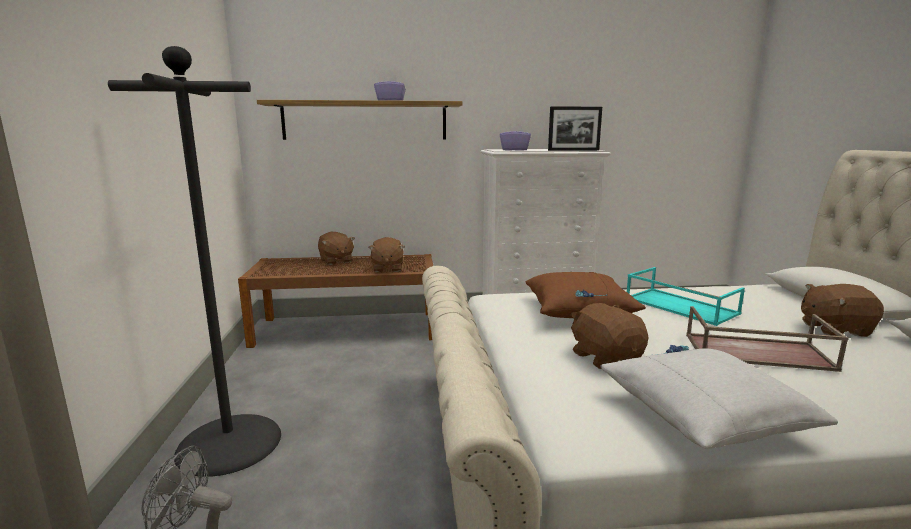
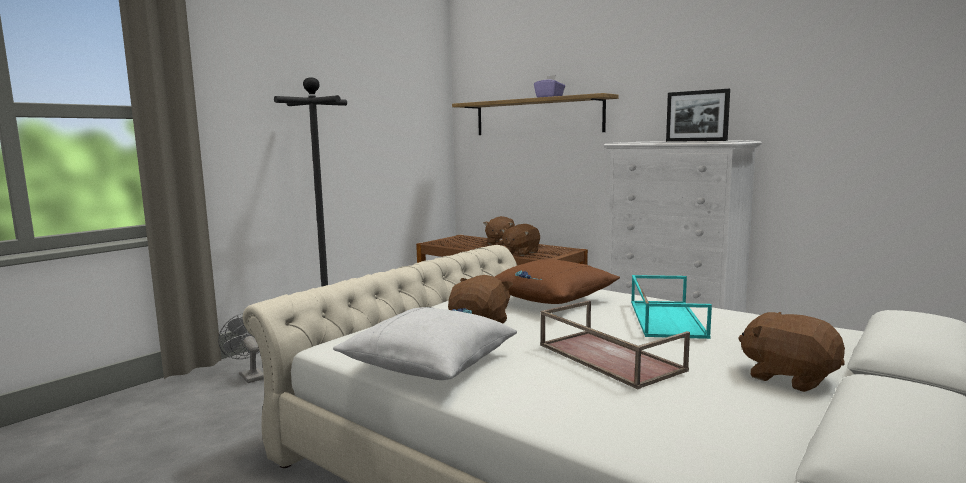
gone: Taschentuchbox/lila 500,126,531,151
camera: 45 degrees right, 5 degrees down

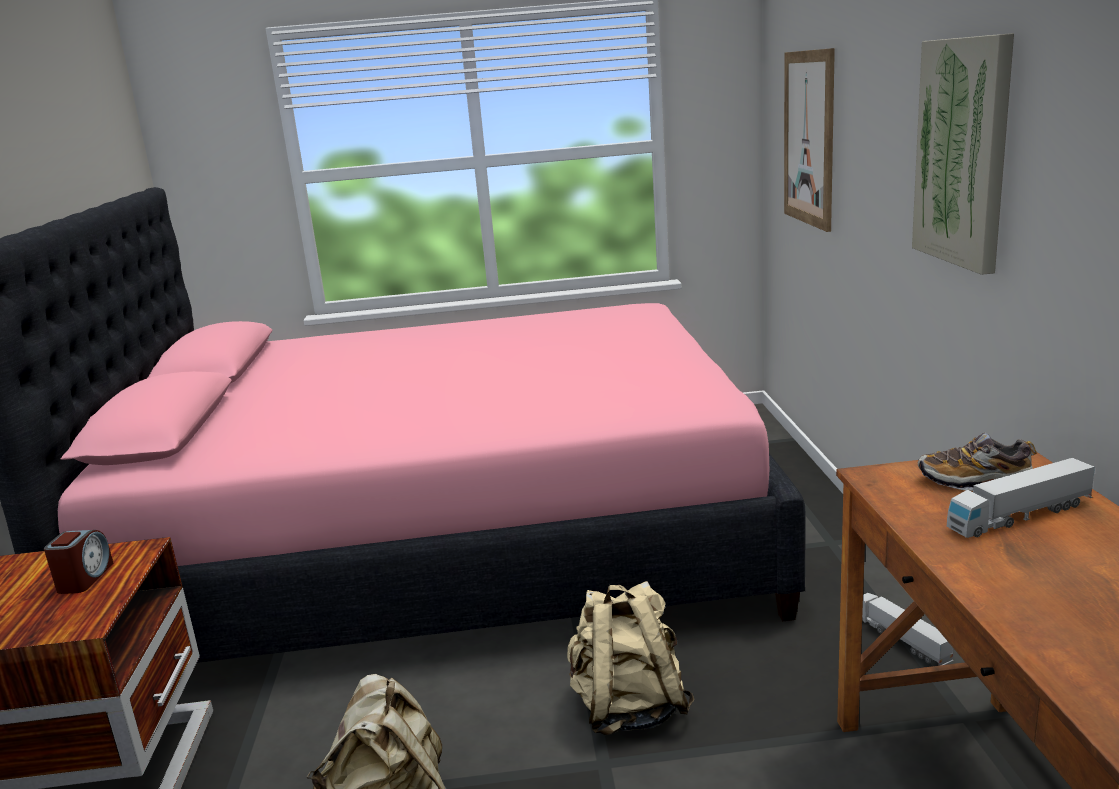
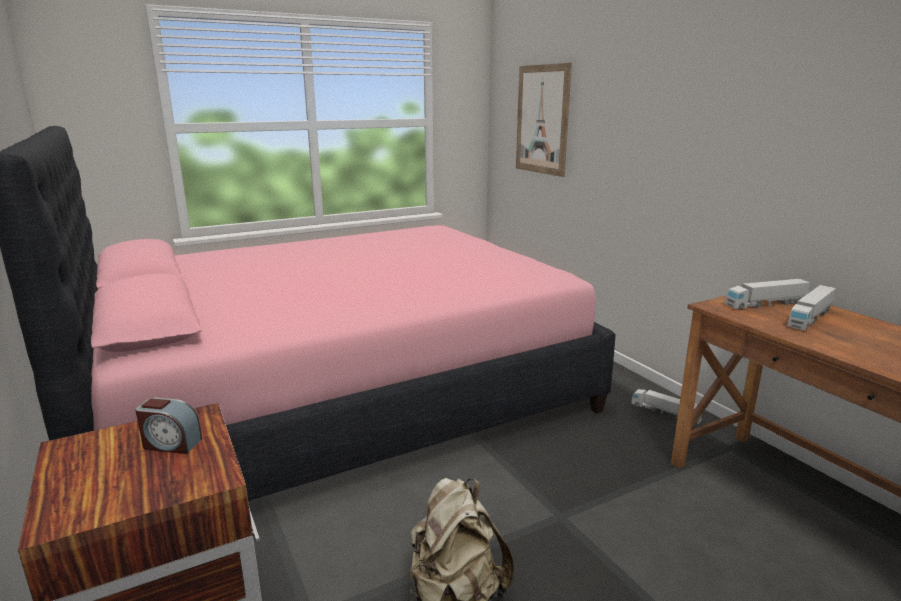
gone: Rucksack/beige 567,581,695,735; Bild 912,33,1014,275
swapped: Schuh 918,433,1037,491 to Spielzeuglaster 725,279,811,310
rotated: Wecker 44,530,114,594 = 135,397,202,454 120 degrees clockwise
camera: 25 degrees left, 0 degrees up

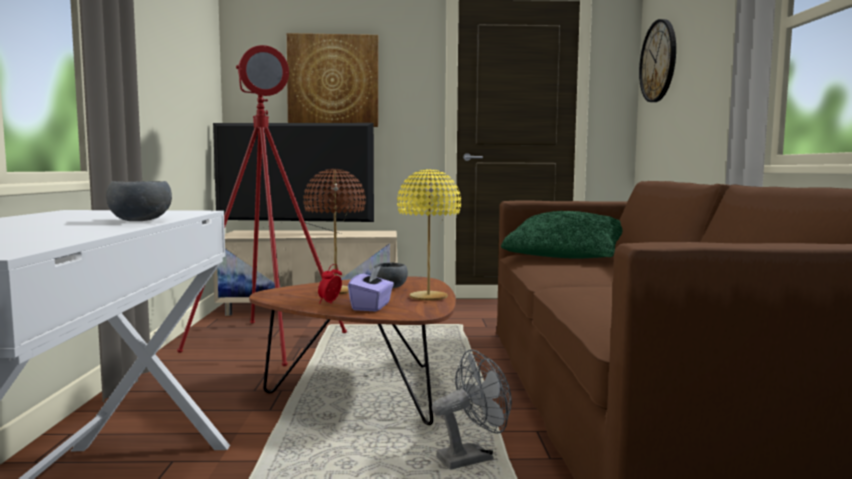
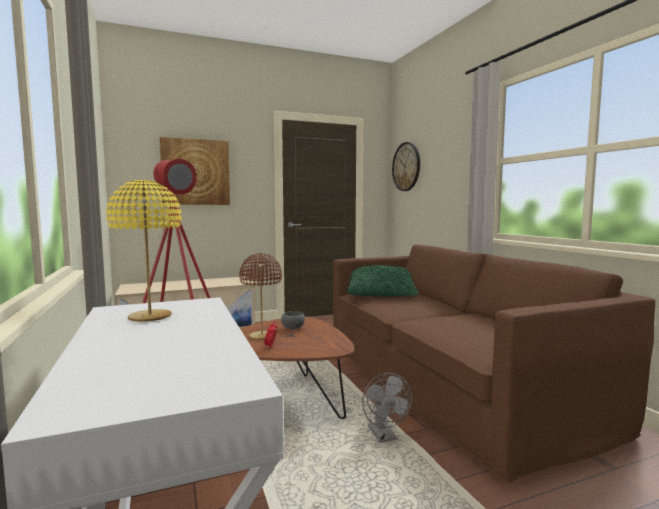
gone: Schüssel/grau 106,181,172,221; Fernseher 213,123,374,234; Taschentuchbox/lila 348,266,394,312
shifted: Tischlampe/gelb 397,169,461,300 to 106,180,182,322
rotated: Ventilator/grau 432,349,512,470 = 362,373,412,443 120 degrees clockwise
camera: 20 degrees left, 0 degrees up

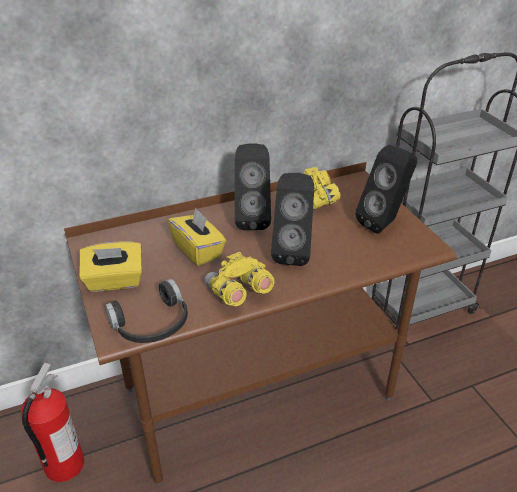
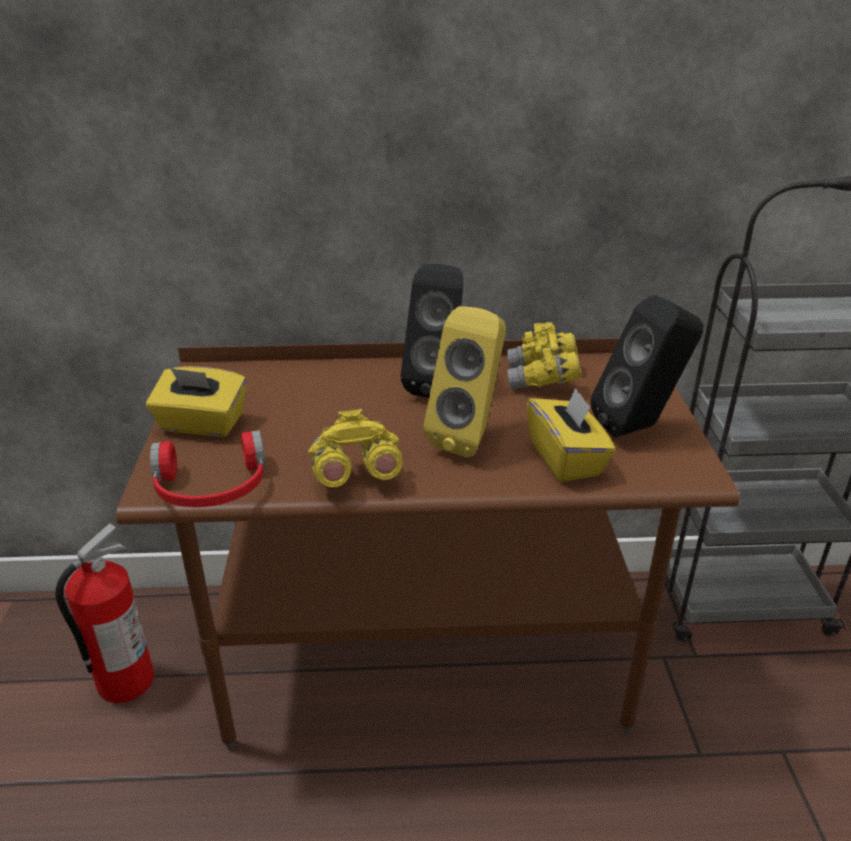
shifted: Taschentuchbox/gelb 168,207,226,266 to 527,387,616,482
repainted: Kopfhörer/schwarz 105,279,188,343 to Kopfhörer/rot 150,430,265,507; Lautsprecher/schwarz 271,173,314,266 to Lautsprecher/gelb 423,306,506,458
camera: 20 degrees right, 5 degrees down

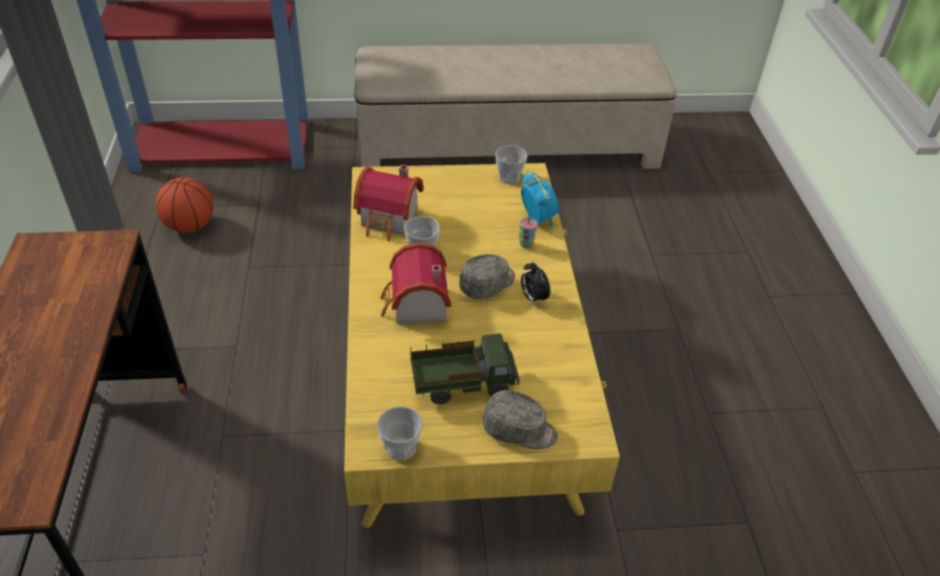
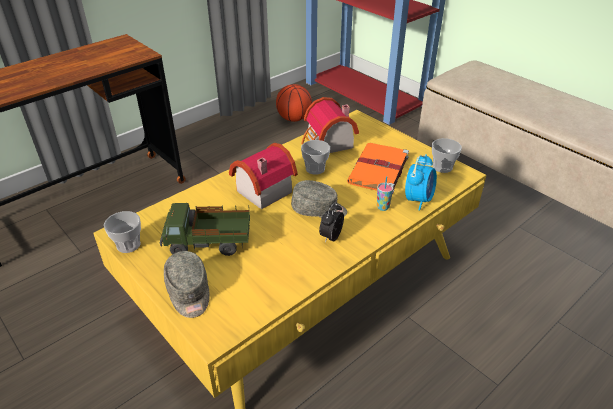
new: Buch/orange 347,143,409,194
rotated: Spielzeuglaster 410,334,520,404 = 160,203,250,256 135 degrees clockwise
camera: 55 degrees right, 5 degrees down

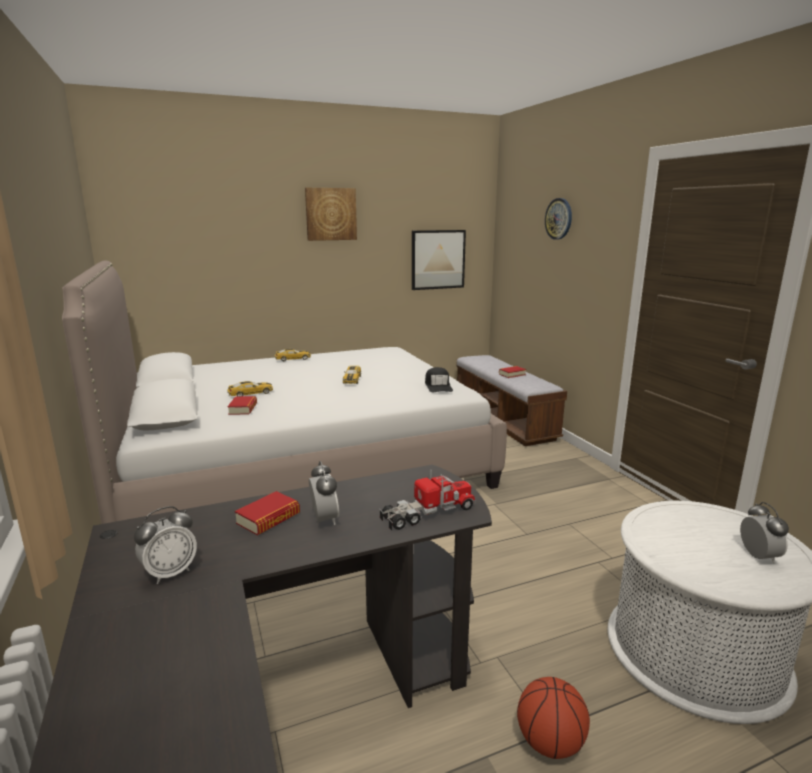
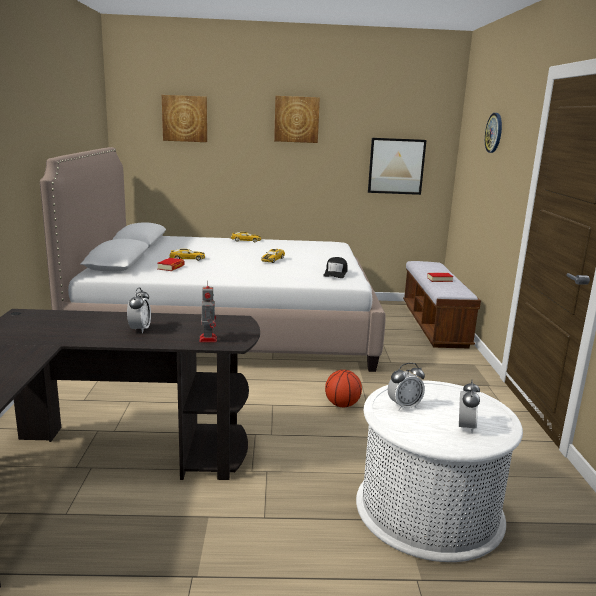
gone: Buch 235,491,300,535
new: Bild 162,95,207,142
shifted: Basketball 517,677,590,759 to 325,370,362,407; Wecker 134,506,197,584 to 388,363,425,411
swapped: Spielzeuglaster 379,469,476,531 to Spielzeugroboter 199,281,217,342
camera: 20 degrees right, 0 degrees up

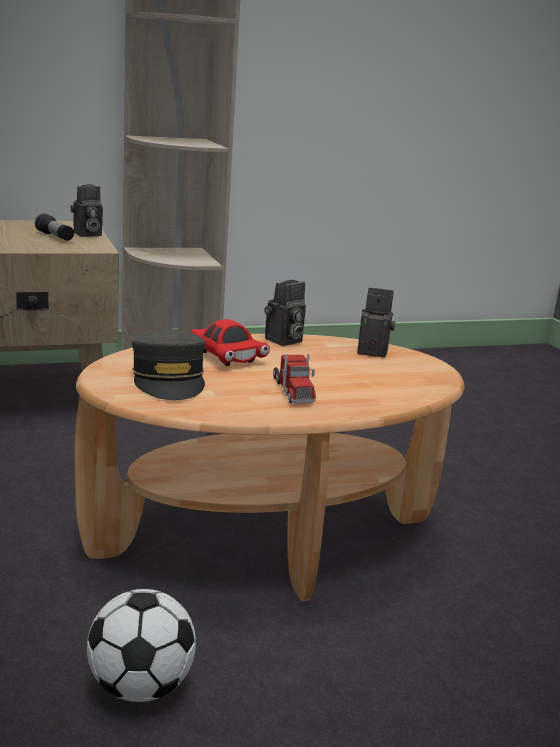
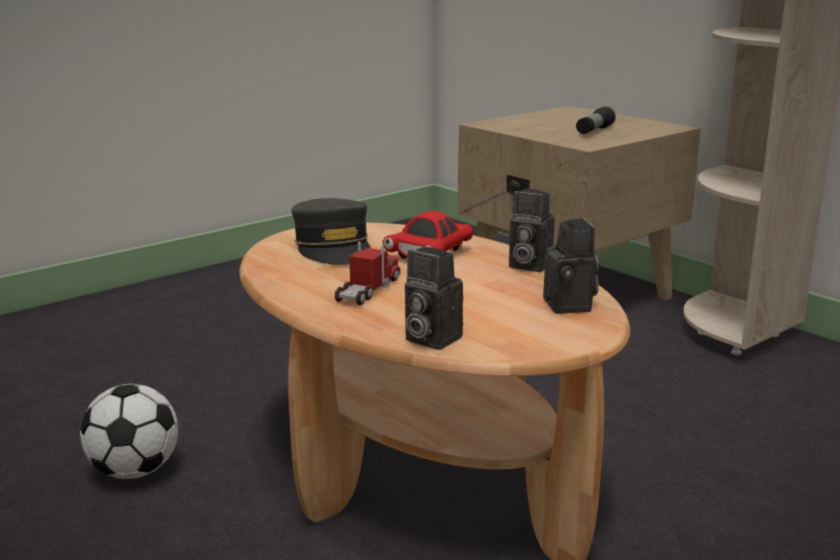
shifted: Kamera 70,184,103,237 to 405,247,463,350
rotated: Kappe/grau 132,329,205,400 = 292,198,371,265 75 degrees counterclockwise; Spielzeuglaster 273,354,316,404 = 335,242,401,306 150 degrees clockwise
camera: 70 degrees right, 0 degrees up

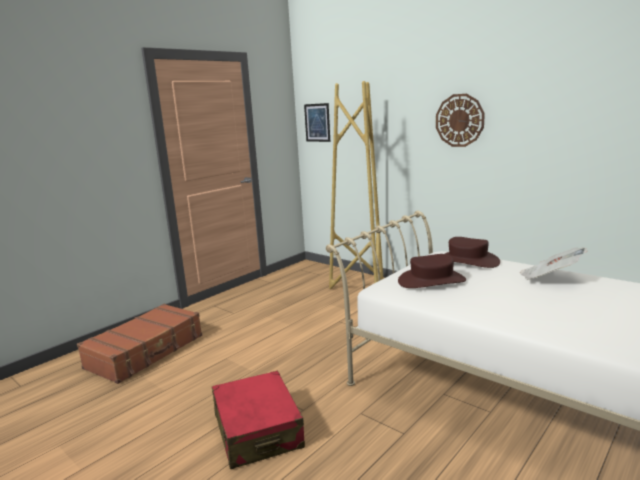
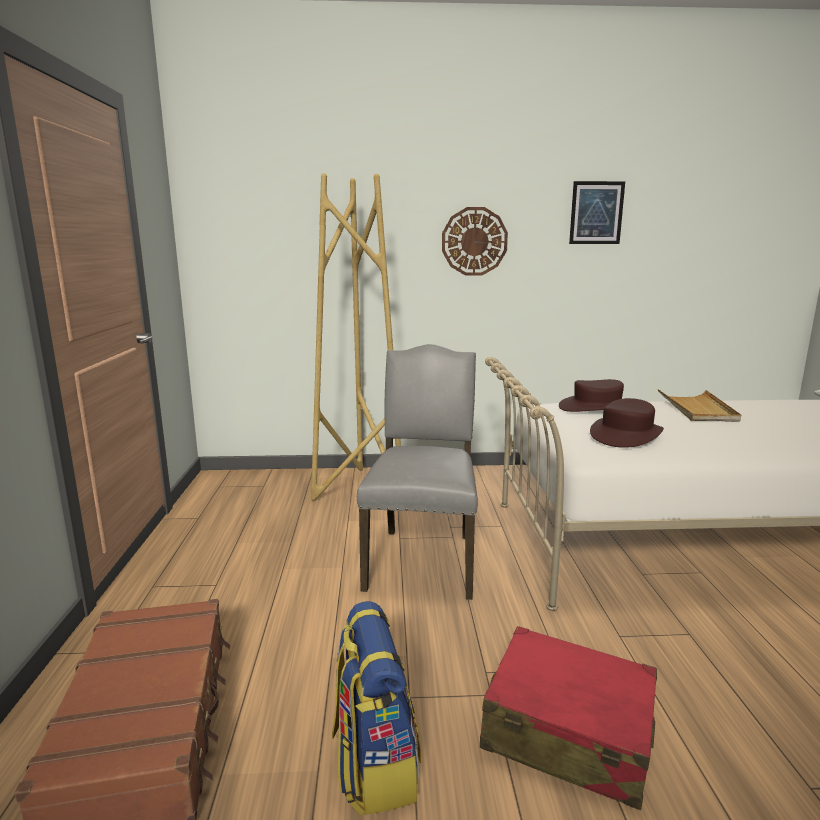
new: Rucksack 332,601,421,816; Stuhl/grau 357,344,478,600
shifted: Bild 304,103,330,142 to 569,181,625,244
swapped: Zeitung 520,247,587,280 to Tablett/beige 658,389,741,422
camera: 45 degrees left, 0 degrees up

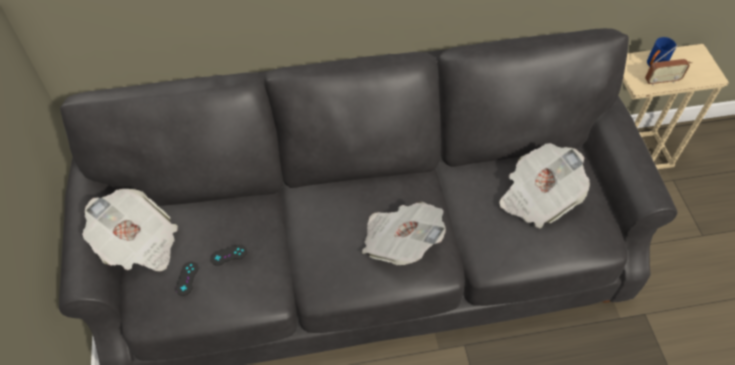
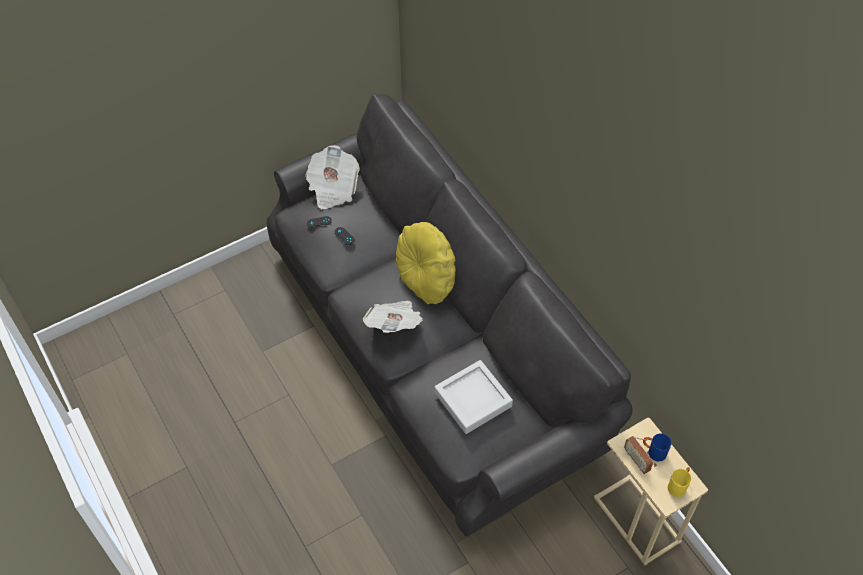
new: Kissen/gelb 396,222,456,304; Henkelbecher/gelb 668,467,691,497
swapped: Zeitung 499,143,590,228 to Tablett/grau 434,360,513,434
camera: 70 degrees right, 0 degrees up

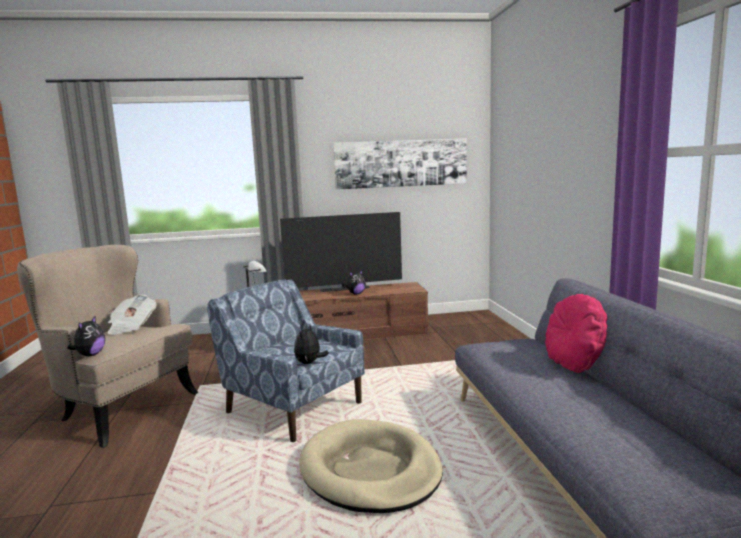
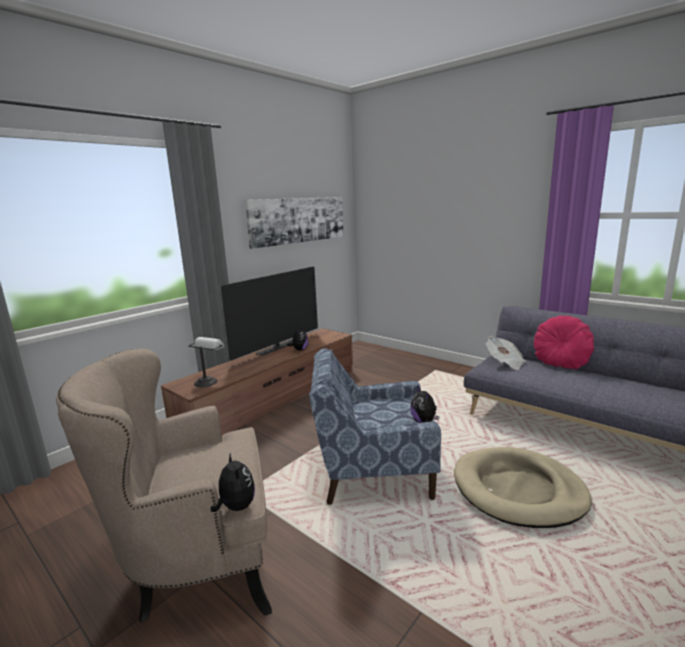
shifted: Zeitung 108,295,157,335 to 486,336,526,370
camera: 40 degrees left, 5 degrees up

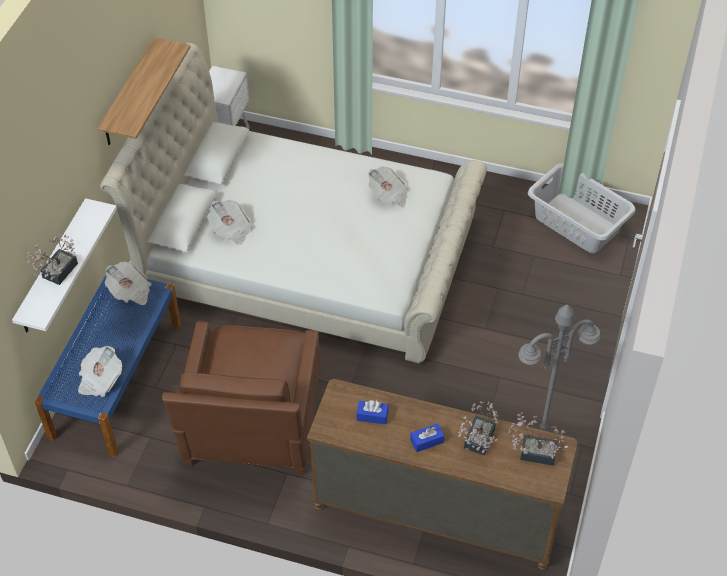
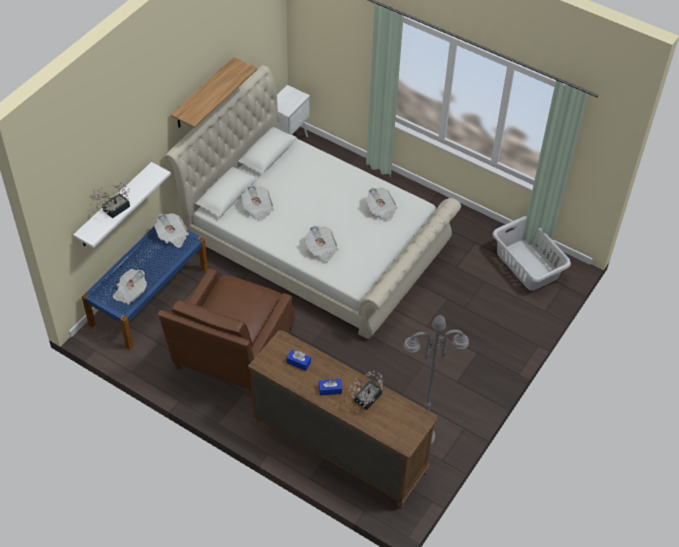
gone: Topfpflanze 509,412,568,466
new: Zeitung 305,225,338,262
camera: 15 degrees right, 0 degrees up

